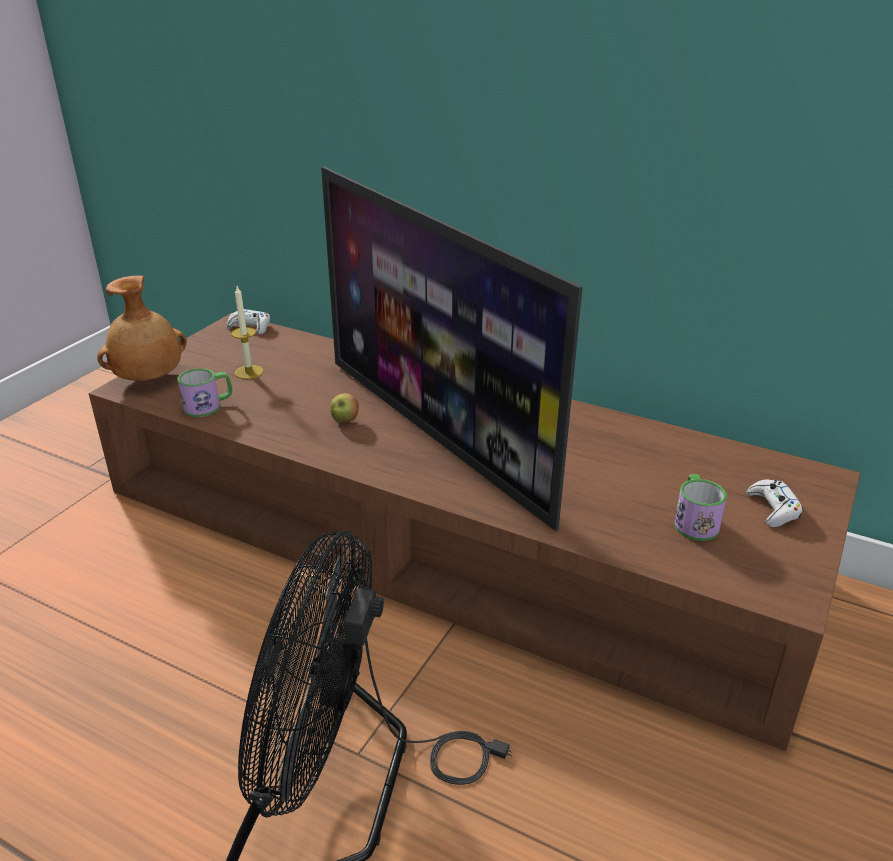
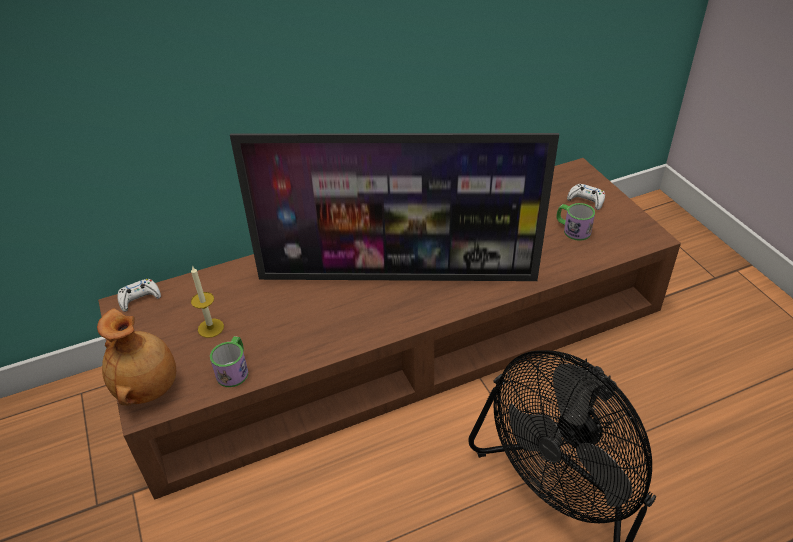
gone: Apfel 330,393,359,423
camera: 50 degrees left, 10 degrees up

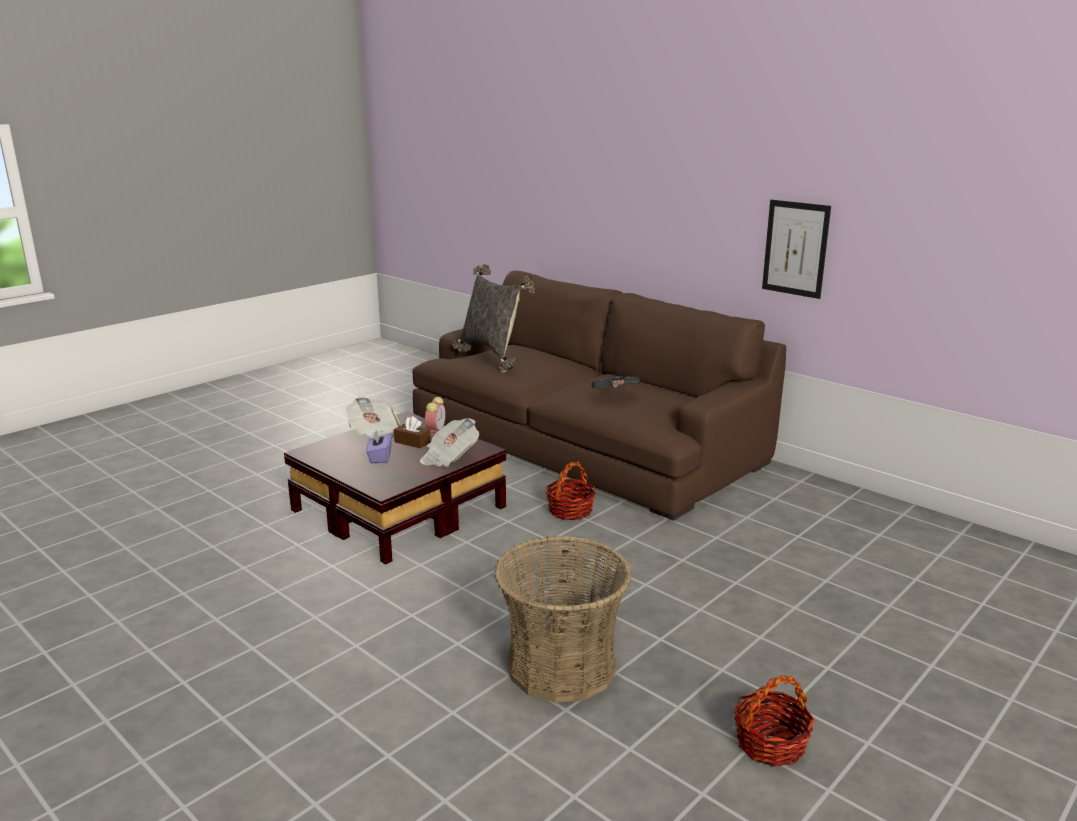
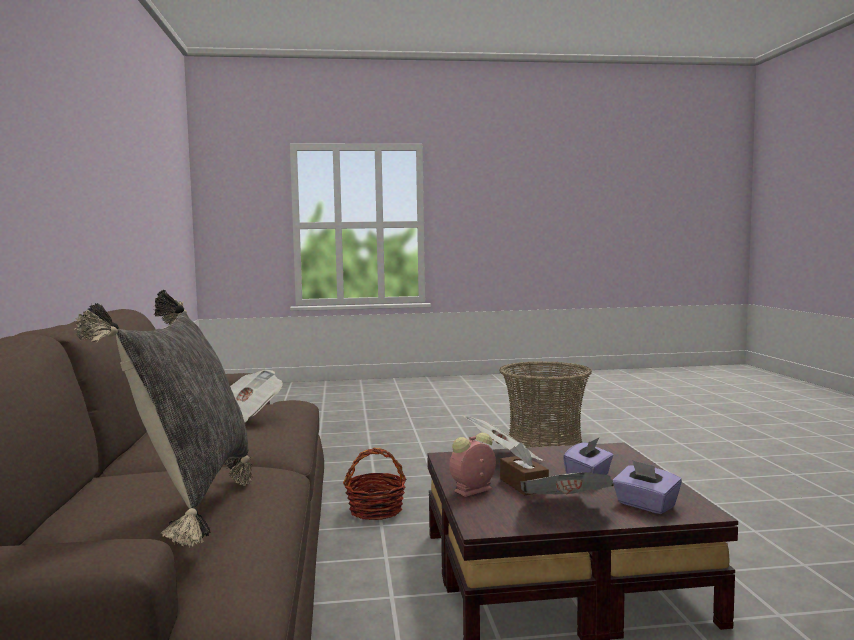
gone: Korb 734,675,815,767; Bild 762,200,831,299
new: Taschentuchbox/lila 613,460,682,514
camera: 140 degrees left, 15 degrees down

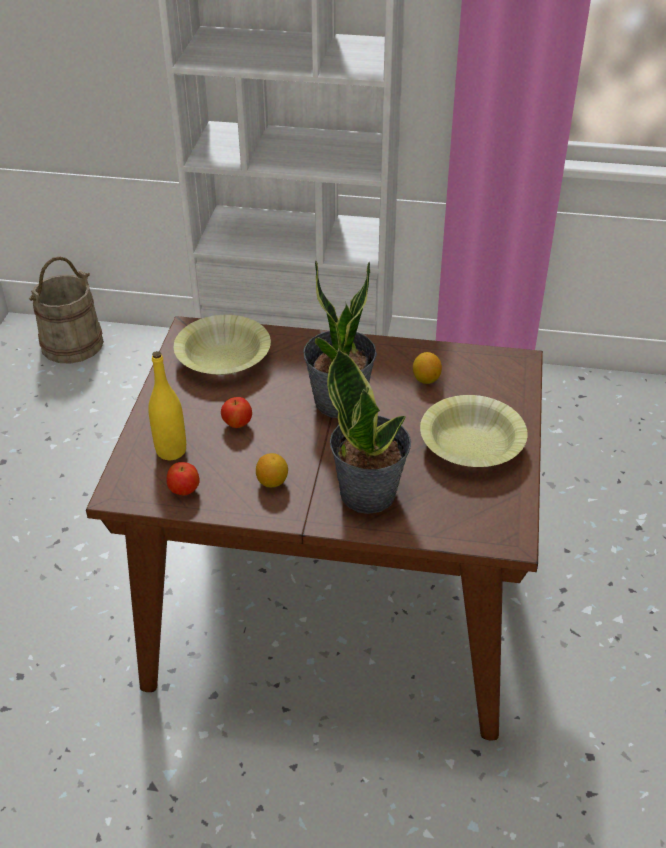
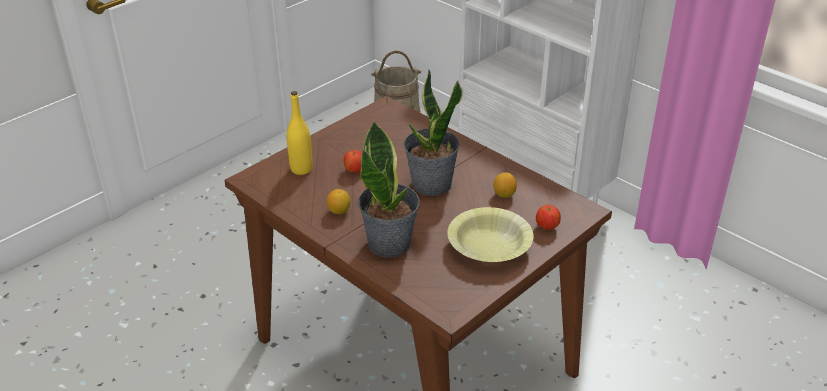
gone: Schüssel/gelb 174,315,271,375
shifted: Apfel 167,462,200,495 to 536,205,561,230
camera: 35 degrees right, 5 degrees down

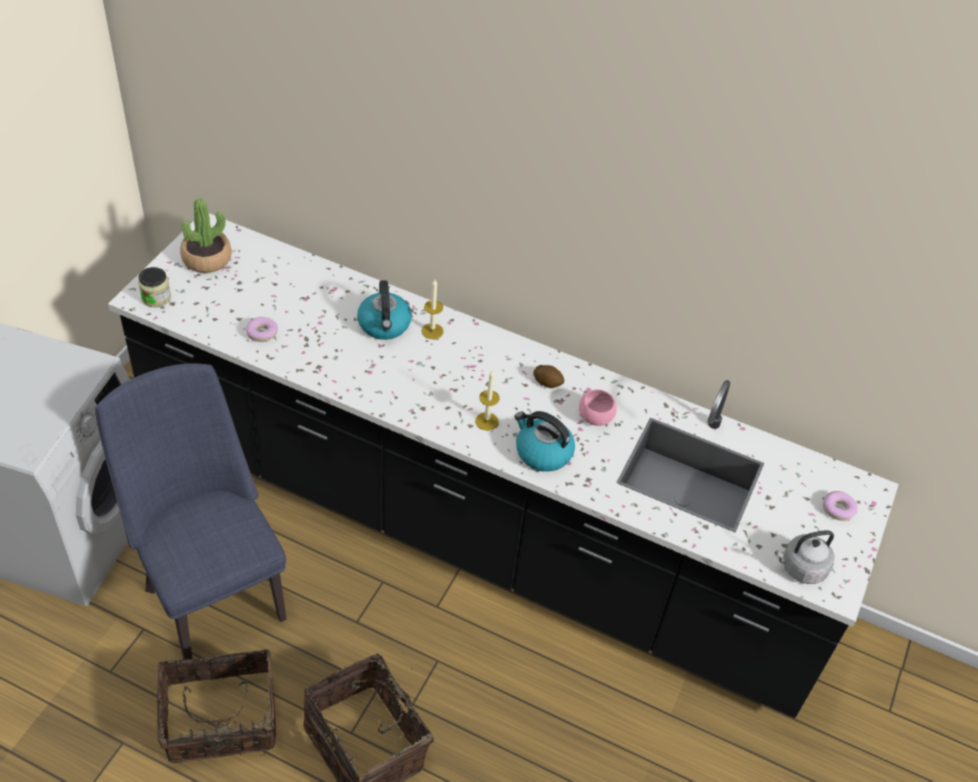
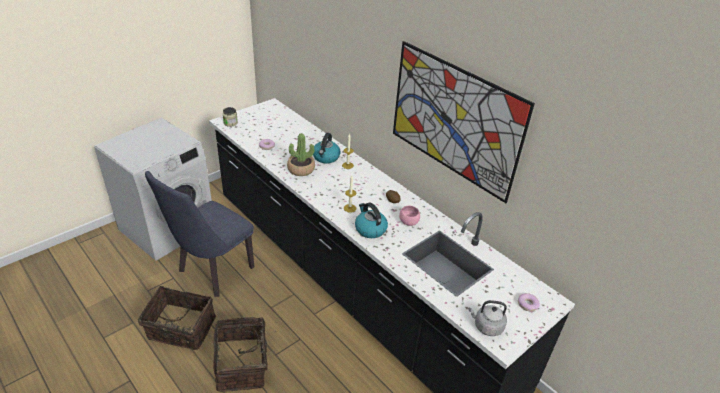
new: Bild 393,41,535,203
shifted: Topfpflanze 180,198,232,273 to 287,133,315,176
rotated: Stuhl/blau 95,364,287,659 = 145,171,254,297 135 degrees counterclockwise
camera: 25 degrees right, 10 degrees down

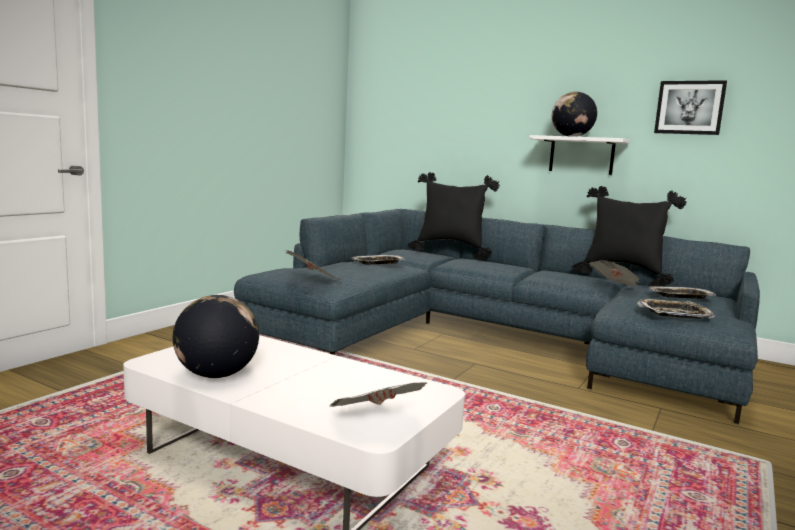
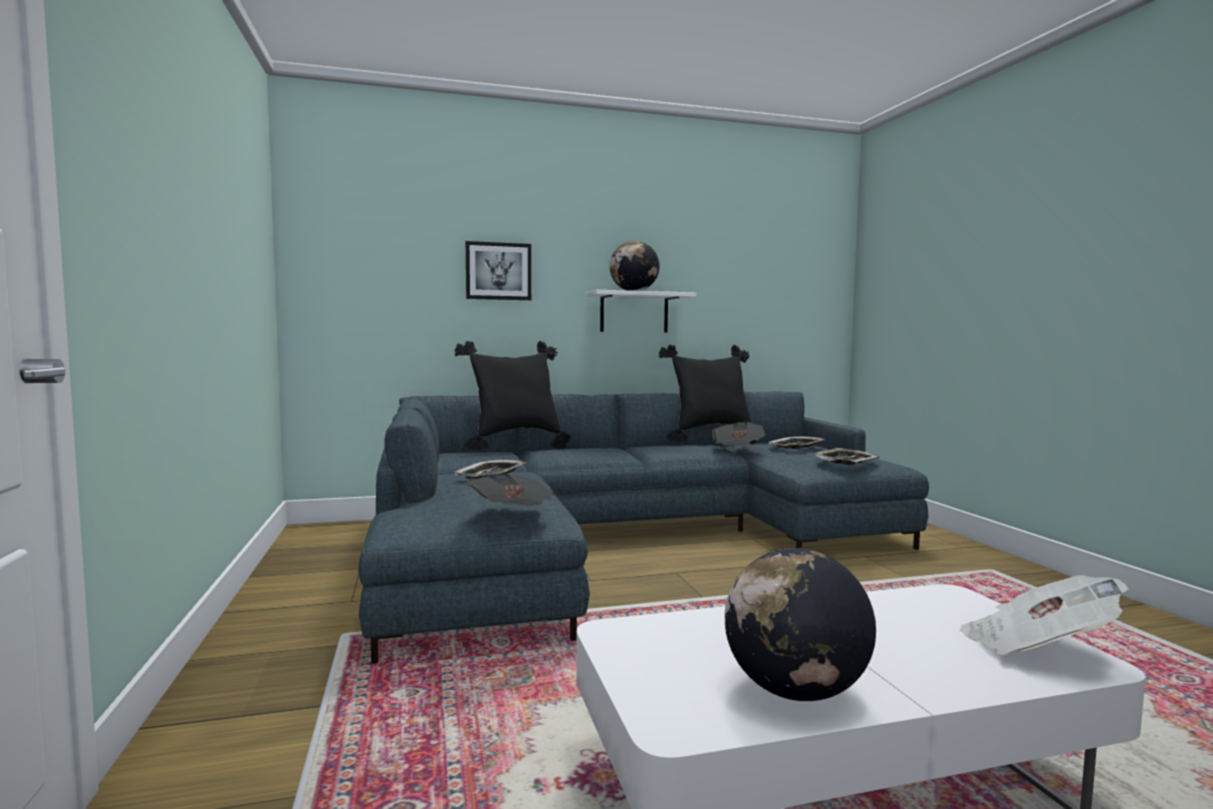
shifted: Bild 654,80,727,135 to 466,241,531,300
camera: 45 degrees left, 5 degrees down

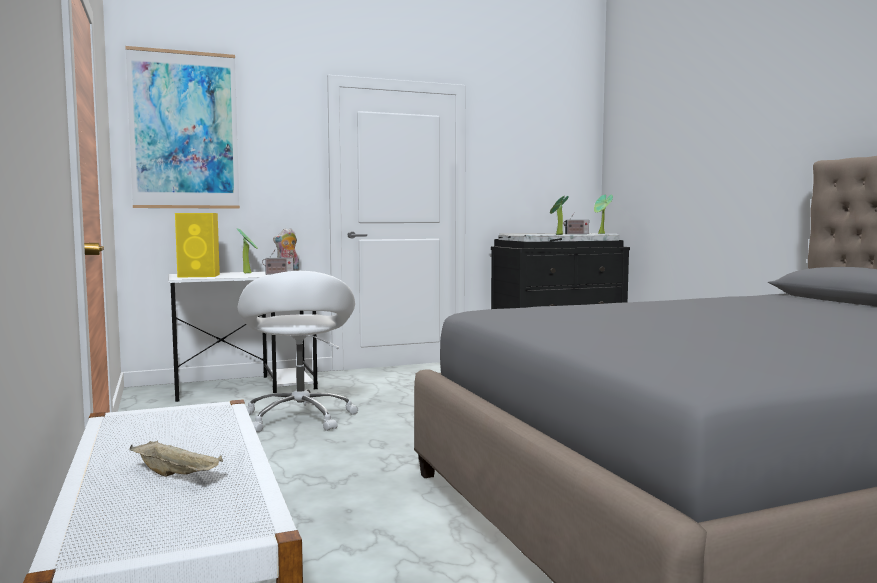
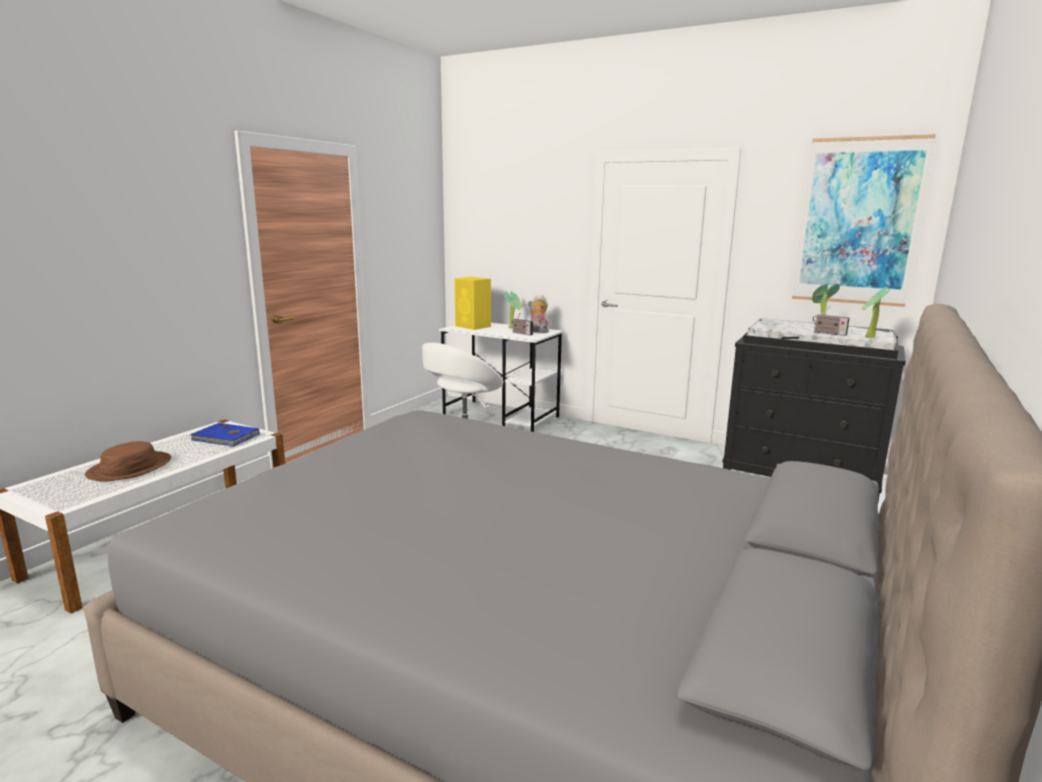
new: Buch/blau 190,423,259,447
shifted: Bild 125,46,240,209 to 792,134,936,307
swapped: Tablett/beige 129,440,223,477 to Hut/braun 85,441,171,482
camera: 50 degrees right, 10 degrees up

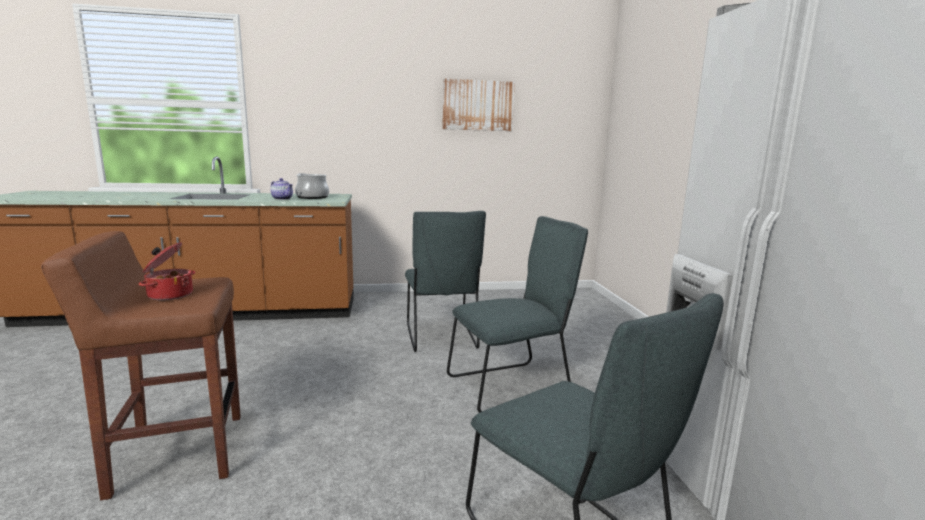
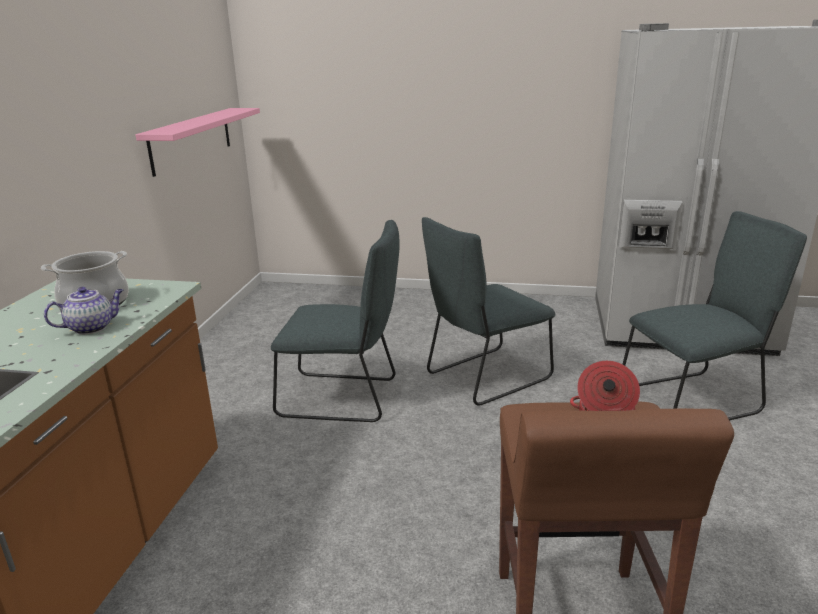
gone: Bild 442,79,515,131
new: Wandregal/rosa 135,108,260,177
rotated: Stuhl/grau 447,216,588,413 = 422,217,555,406 120 degrees counterclockwise
camera: 70 degrees left, 10 degrees up

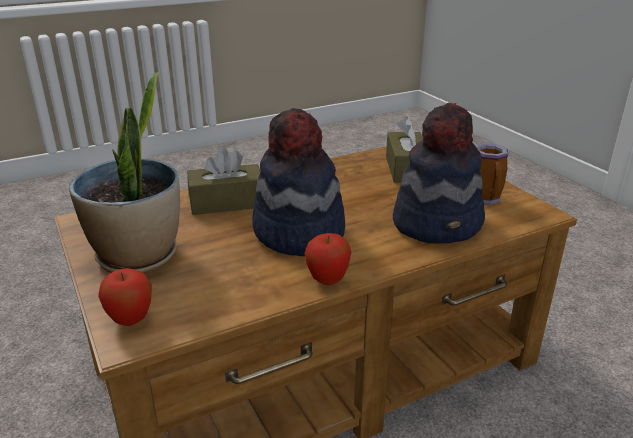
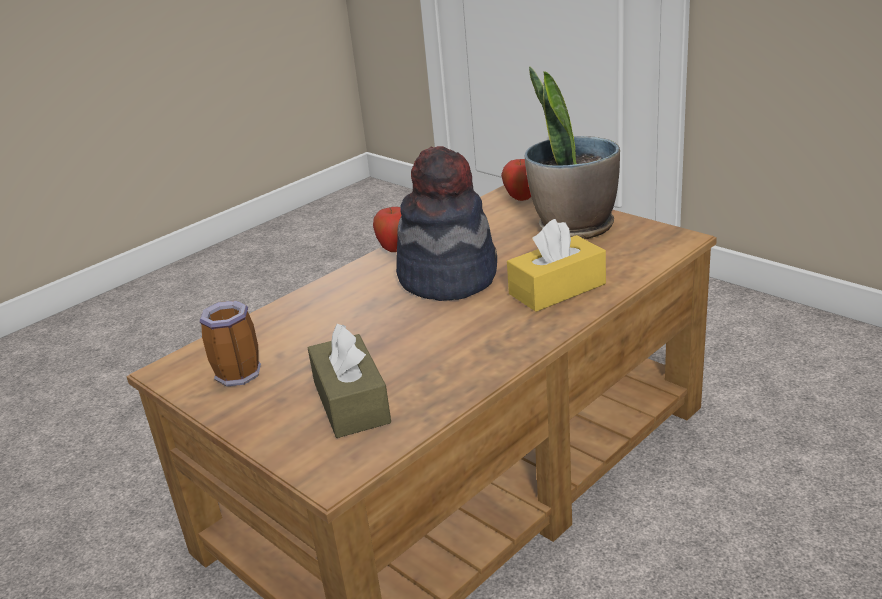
gone: Hut 393,103,485,244
repainted: Taschentuchbox/braun 187,147,260,215 to Taschentuchbox/gelb 507,219,606,312
camera: 165 degrees right, 0 degrees up

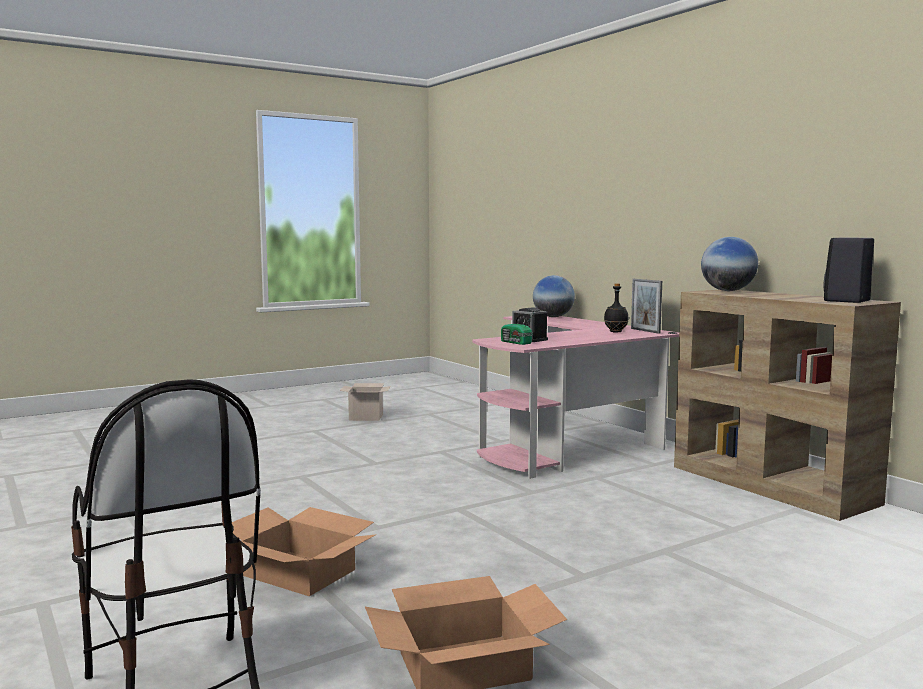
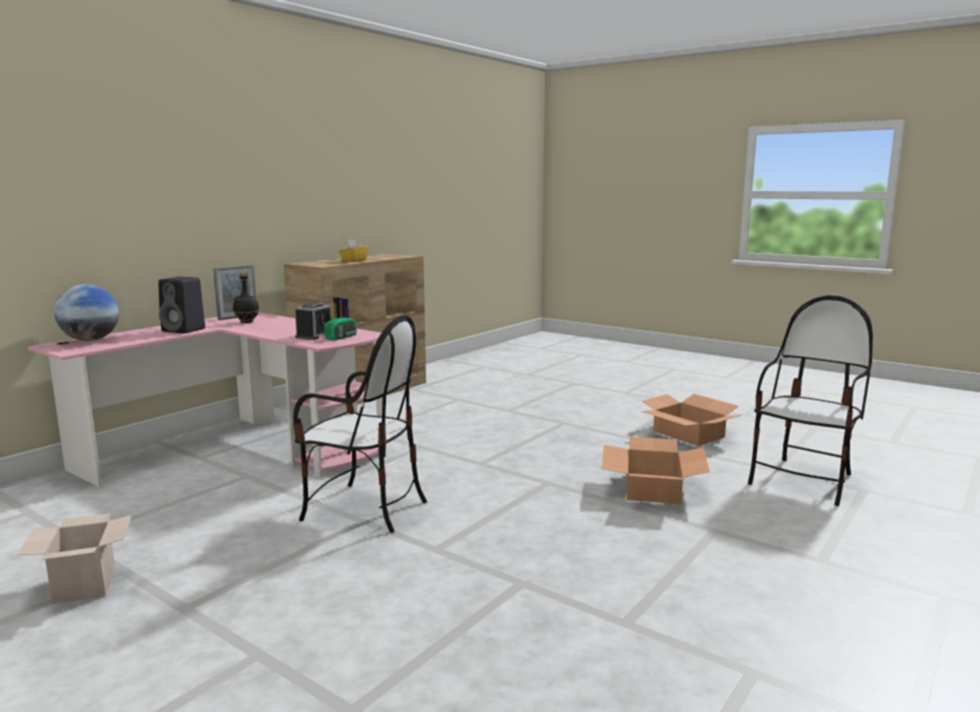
gone: Globus 701,237,758,291
new: Stuhl 293,315,427,533; Taschentuchbox/gelb 339,239,368,262
shifted: Lautsprecher/schwarz 824,238,874,303 to 158,277,205,334
camera: 110 degrees left, 5 degrees up

